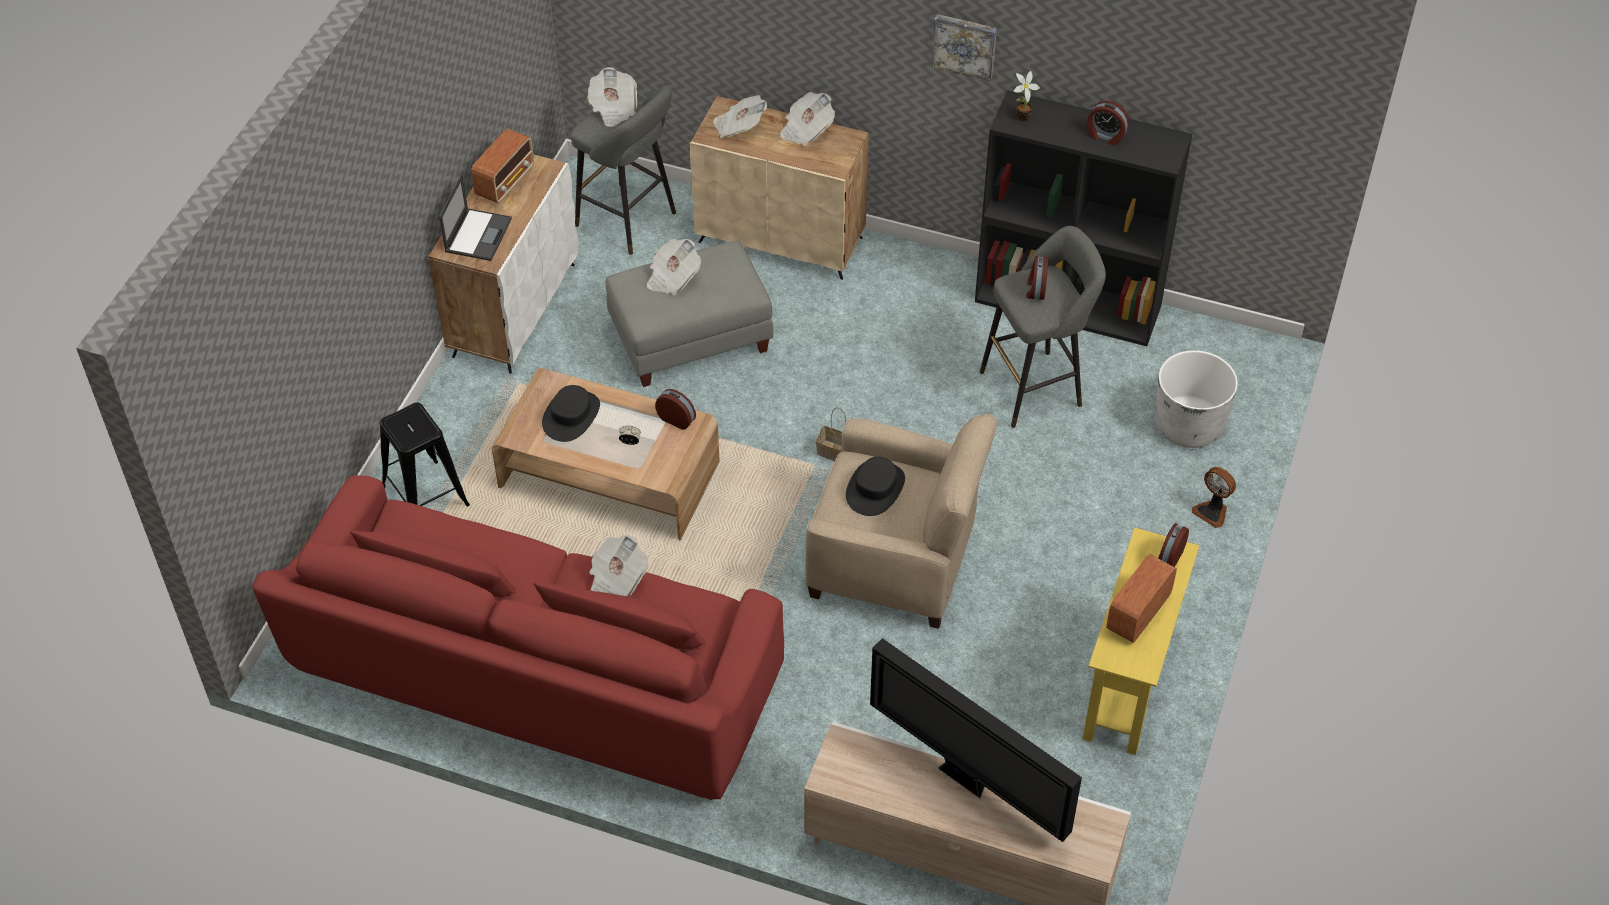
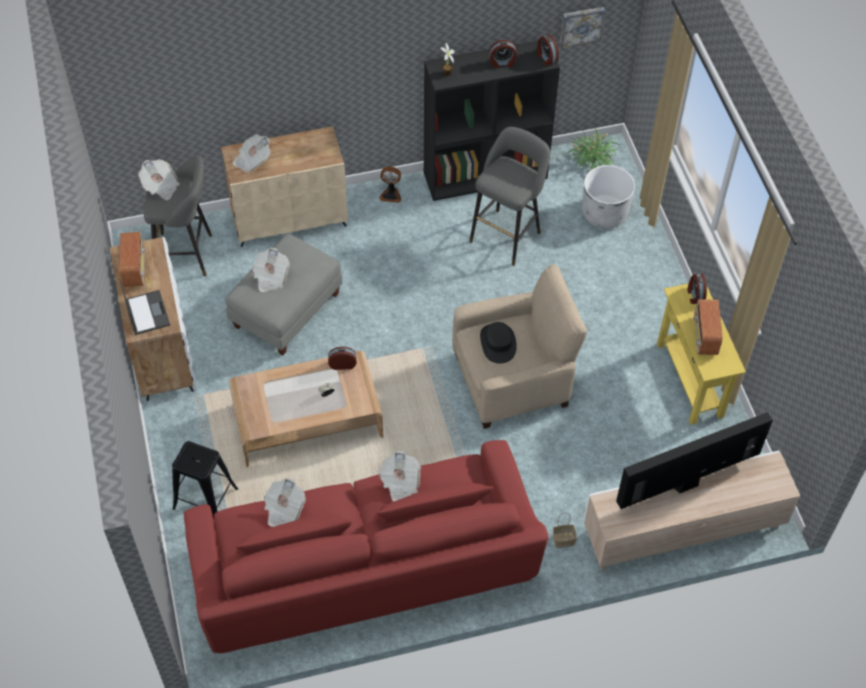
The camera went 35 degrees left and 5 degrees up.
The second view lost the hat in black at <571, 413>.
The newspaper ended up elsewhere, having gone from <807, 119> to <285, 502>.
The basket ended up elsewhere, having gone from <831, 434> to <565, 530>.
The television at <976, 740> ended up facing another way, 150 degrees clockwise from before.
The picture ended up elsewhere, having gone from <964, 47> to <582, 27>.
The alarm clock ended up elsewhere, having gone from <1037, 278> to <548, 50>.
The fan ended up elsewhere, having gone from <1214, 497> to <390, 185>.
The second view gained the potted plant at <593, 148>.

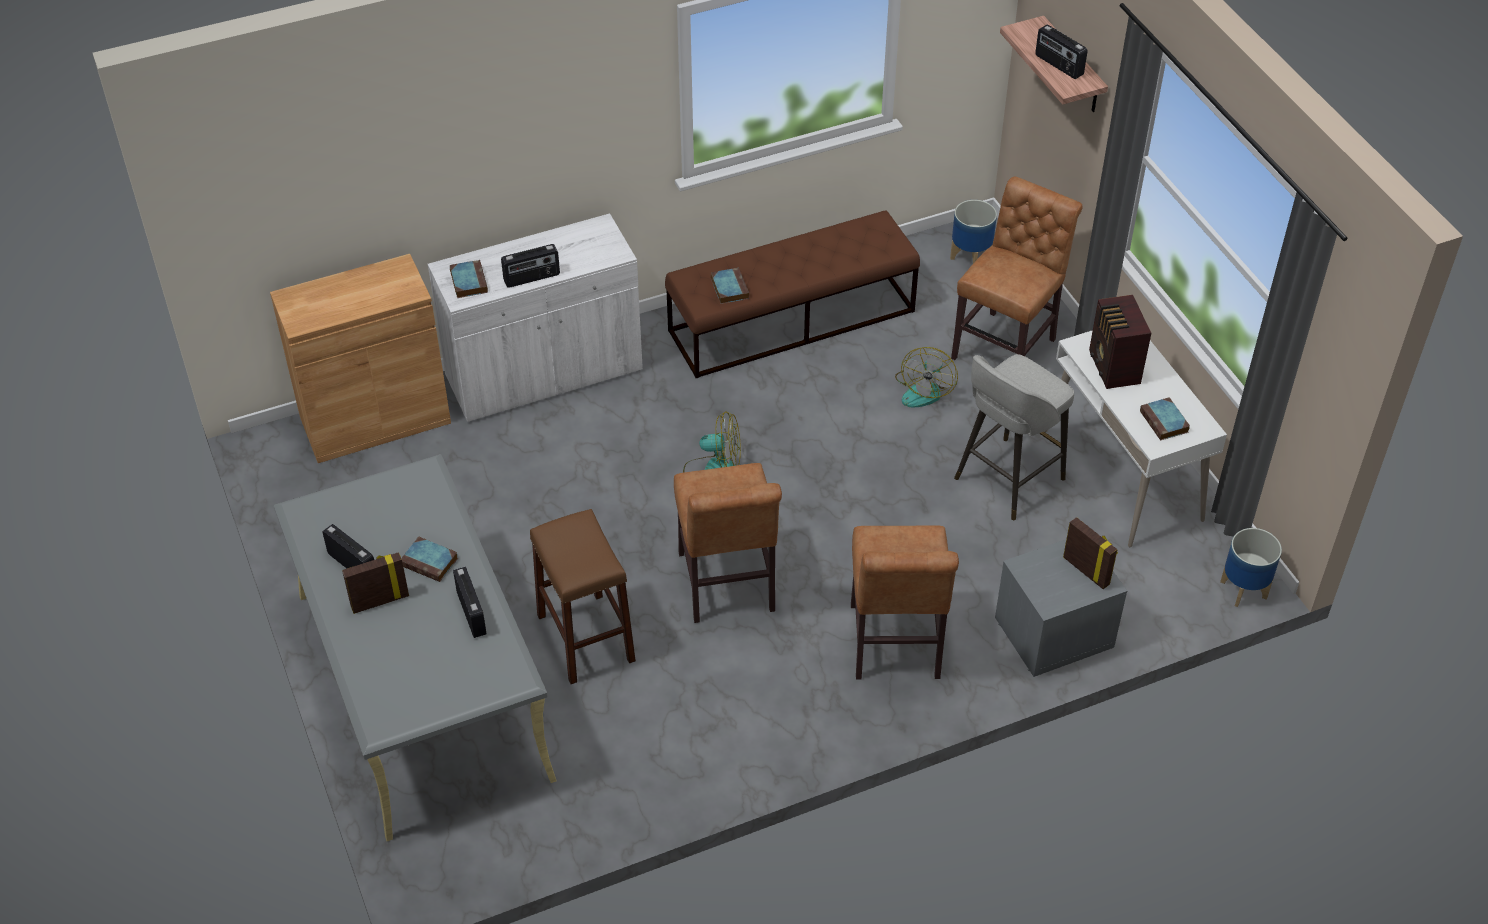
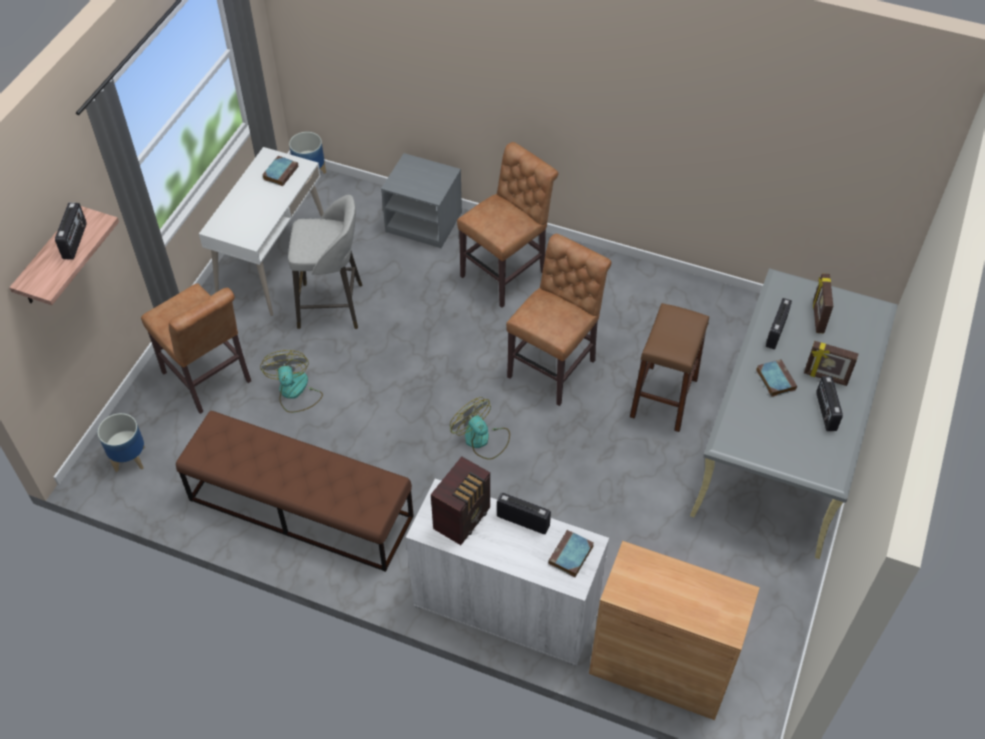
The camera went 135 degrees left and 5 degrees up.
The second view lost the book at <730, 285>.
The fan at <926, 377> ended up facing another way, 75 degrees counterclockwise from before.
The chair in brown at <1017, 268> ended up facing another way, 120 degrees counterclockwise from before.
The picture frame ended up elsewhere, having gone from <1090, 553> to <823, 303>.
The radio ended up elsewhere, having gone from <1120, 342> to <460, 500>.

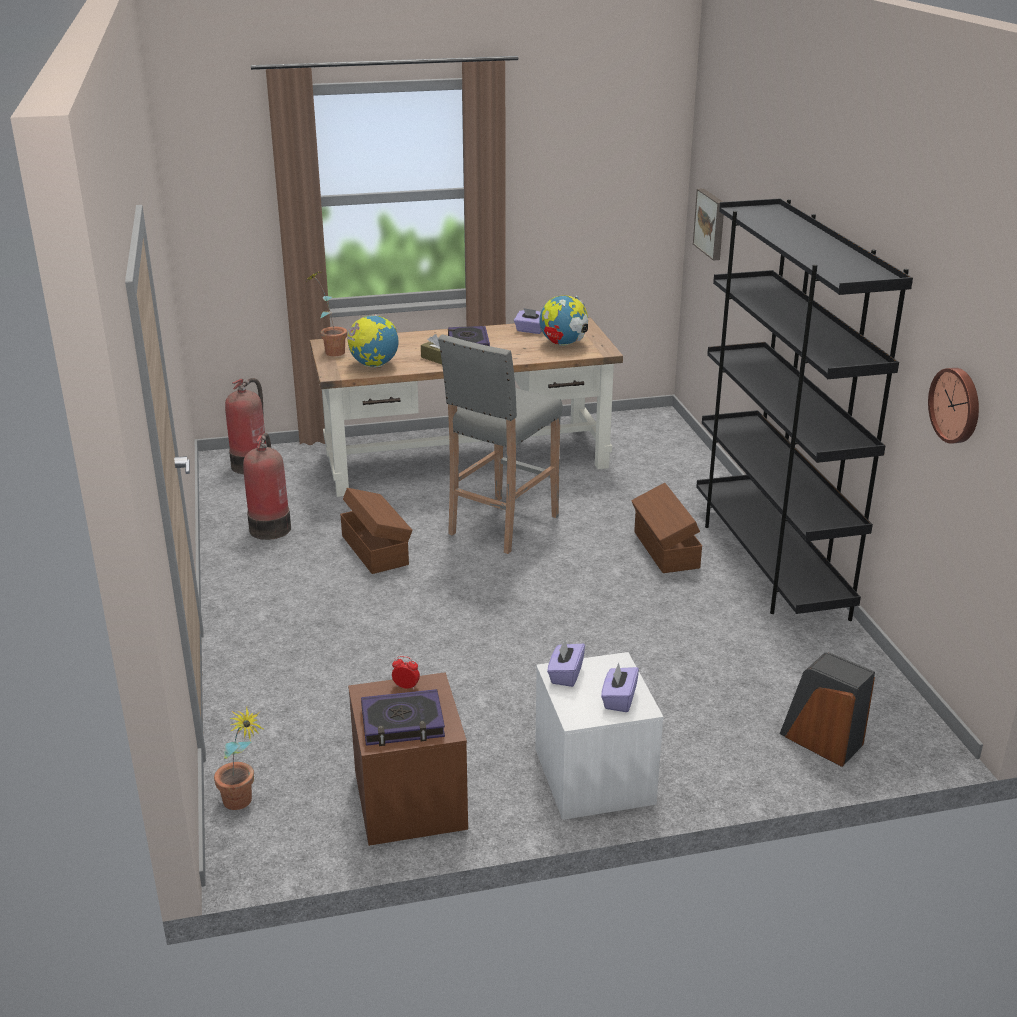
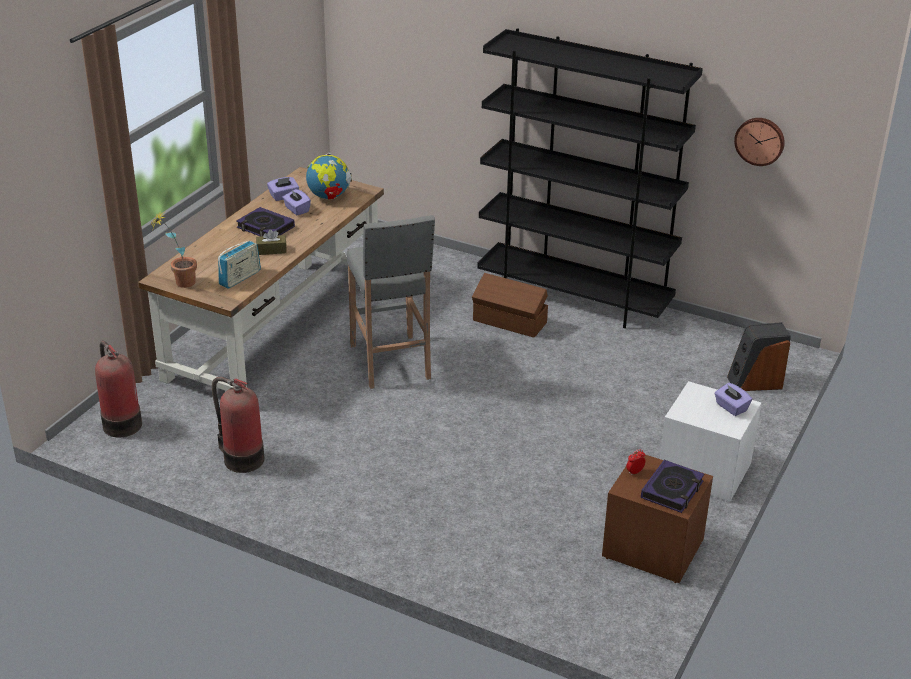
The camera went 50 degrees left and 5 degrees up.
The second view lost the potted plant at <238, 758>.
The second view lost the storage box in brown at <376, 531>.
Where the globe stood at <373, 341>, the radio came to stand at <239, 265>.
The tissue box in purple ended up elsewhere, having gone from <566, 663> to <296, 202>.
The second view lost the picture at <708, 224>.

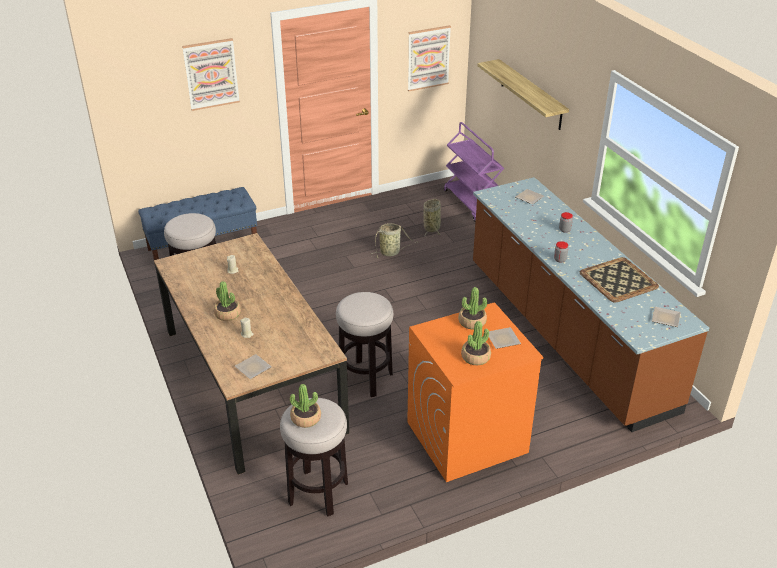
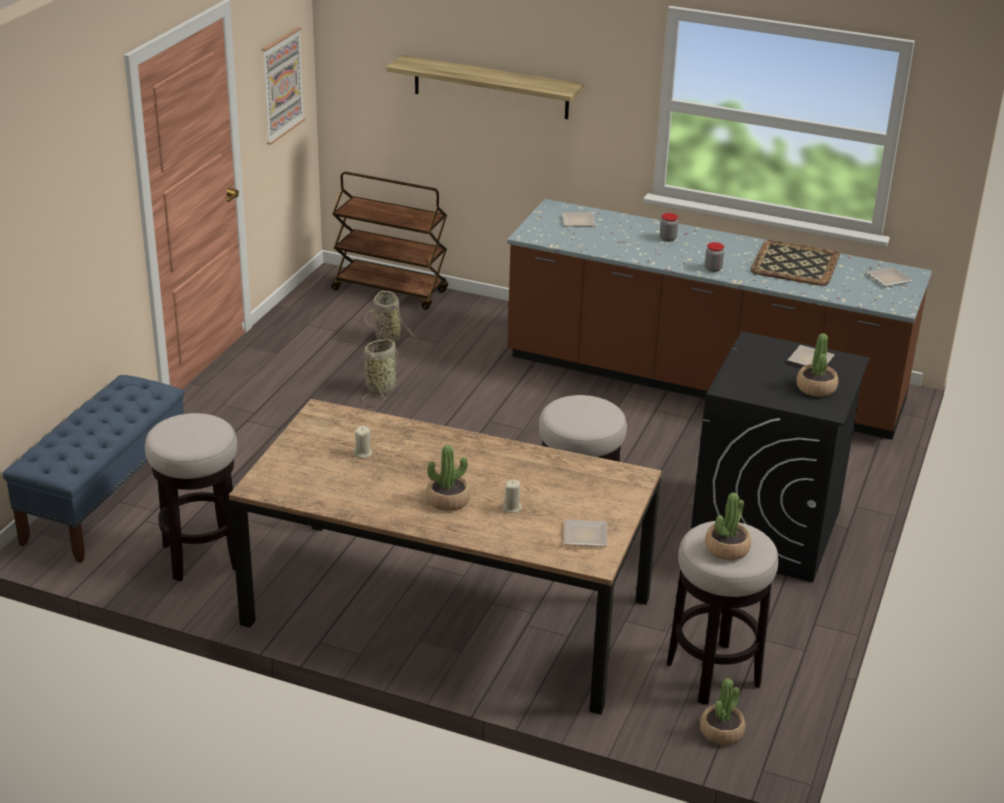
The camera went 45 degrees left and 5 degrees down.
The second view lost the picture at <211, 74>.
What was the washing machine in orange at <475, 392> turned into the washing machine in black at <780, 456>.
What was the cart in purple at <474, 172> turned into the cart in brown at <389, 241>.
The potted plant ended up elsewhere, having gone from <472, 308> to <722, 712>.

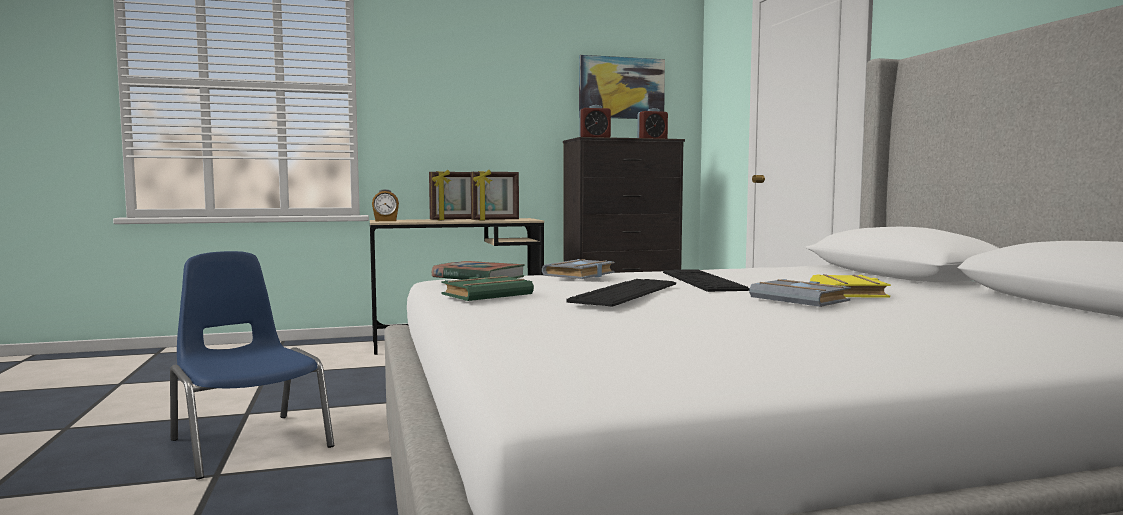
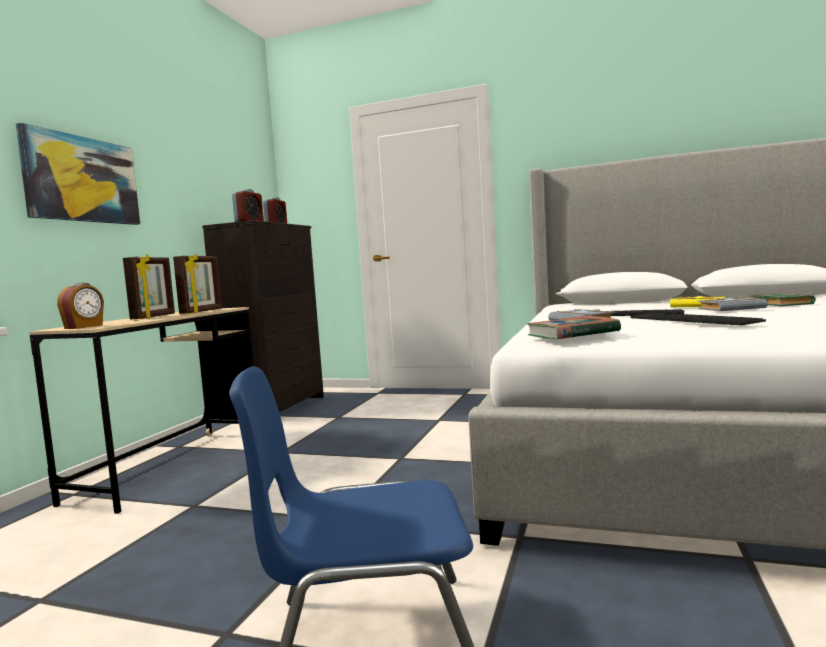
The camera went 55 degrees left and 0 degrees up.
The book in green ended up elsewhere, having gone from <487, 288> to <782, 299>.
The picture ended up elsewhere, having gone from <622, 87> to <78, 174>.

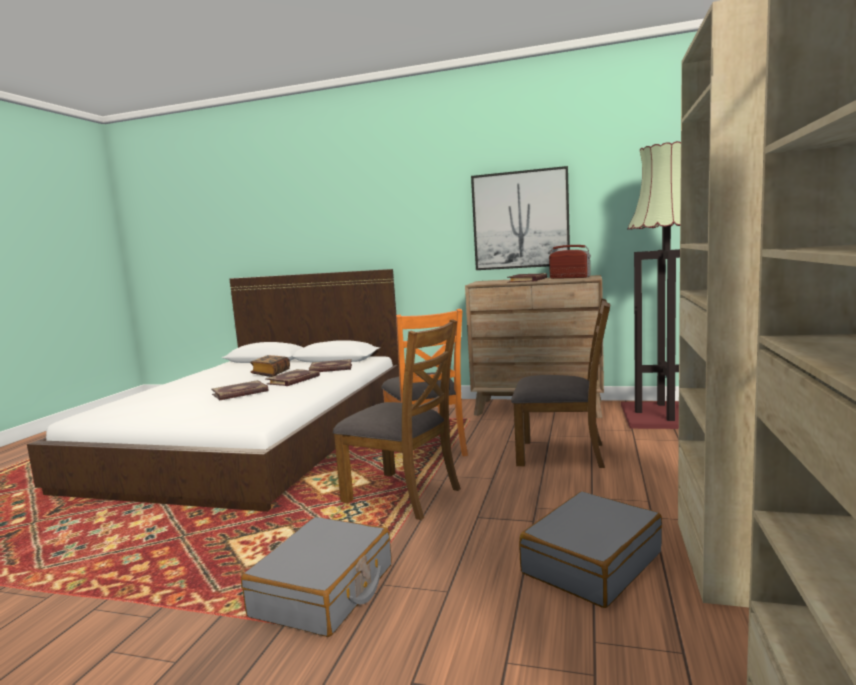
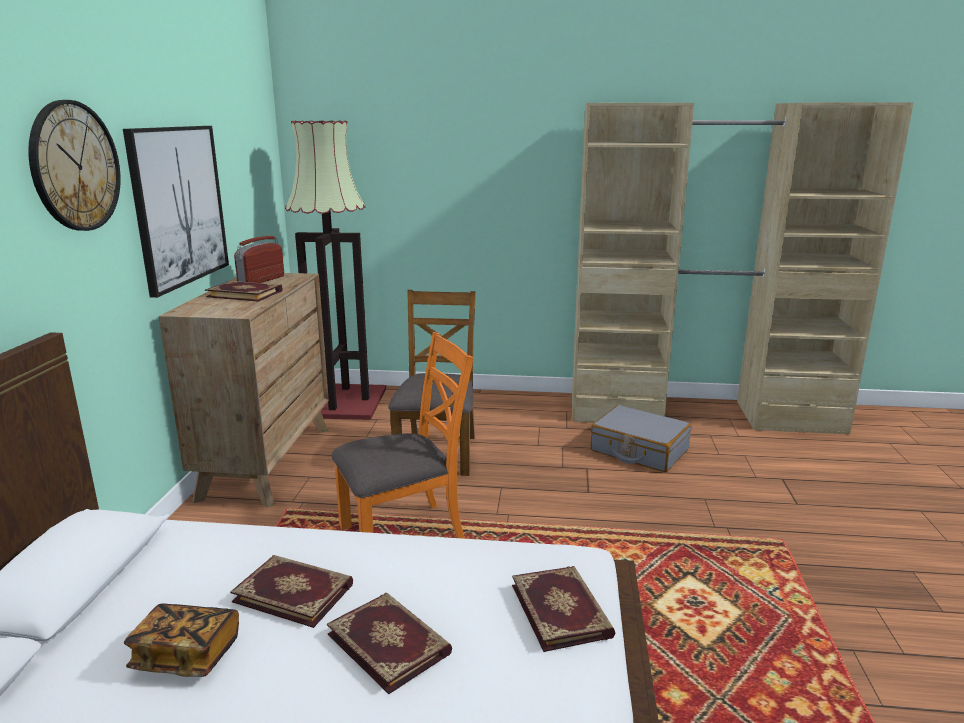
The camera went 100 degrees left and 10 degrees up.
The second view lost the suitcase in grey at <316, 577>.
The book ended up elsewhere, having gone from <330, 365> to <563, 609>.
The second view lost the chair in brown at <397, 419>.
The second view gained the wall clock at <74, 165>.

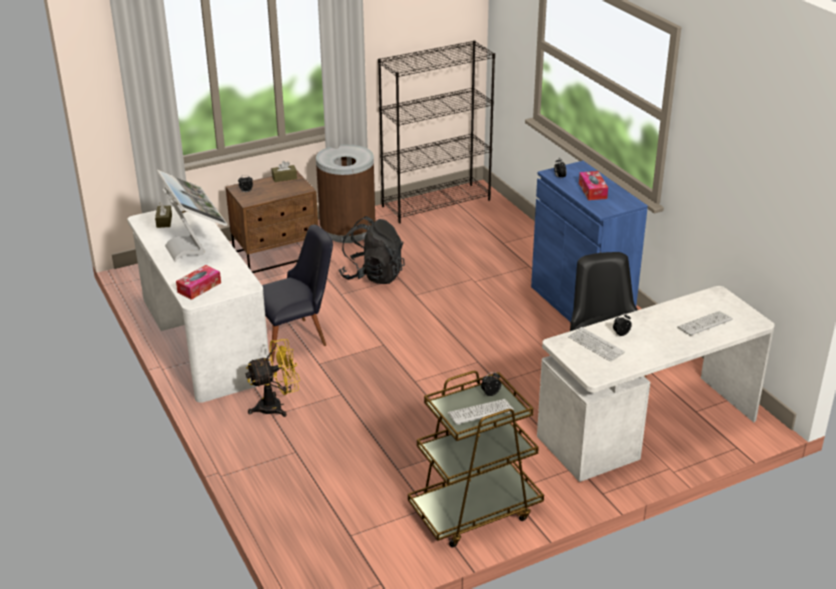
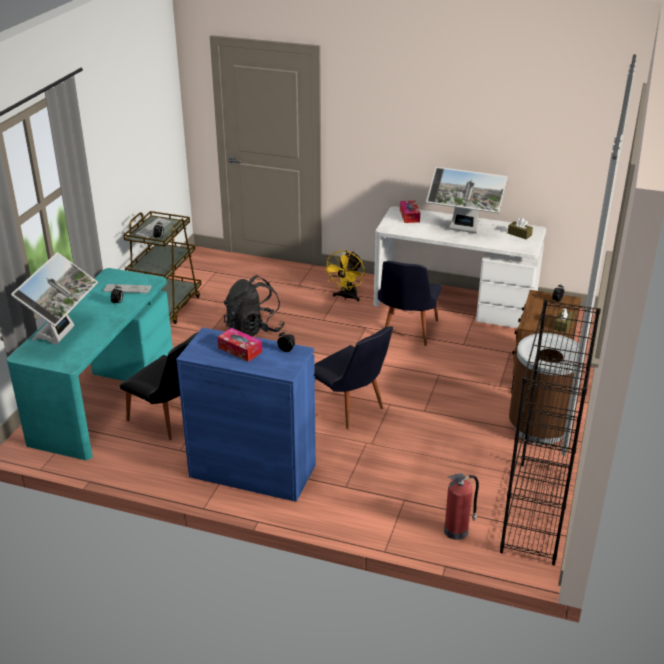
The camera went 135 degrees right and 0 degrees up.
The backpack in black ended up elsewhere, having gone from <372, 250> to <254, 306>.
What was the desk in white at <656, 384> turned into the desk in turquoise at <90, 364>.
Where the keyboard stood at <705, 323>, the monitor came to stand at <54, 298>.
The second view gained the chair in black at <353, 377>.
The second view gained the fire extinguisher at <461, 506>.

